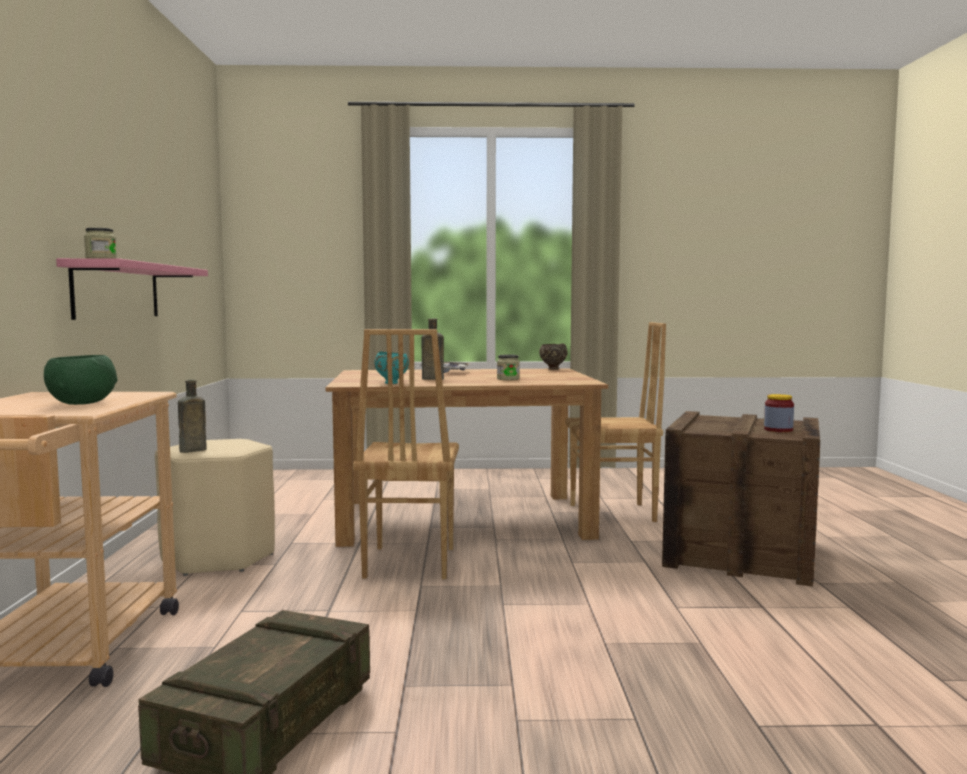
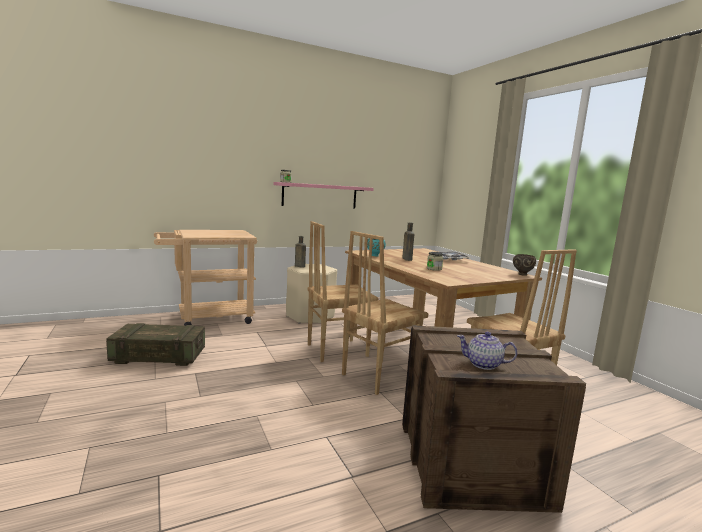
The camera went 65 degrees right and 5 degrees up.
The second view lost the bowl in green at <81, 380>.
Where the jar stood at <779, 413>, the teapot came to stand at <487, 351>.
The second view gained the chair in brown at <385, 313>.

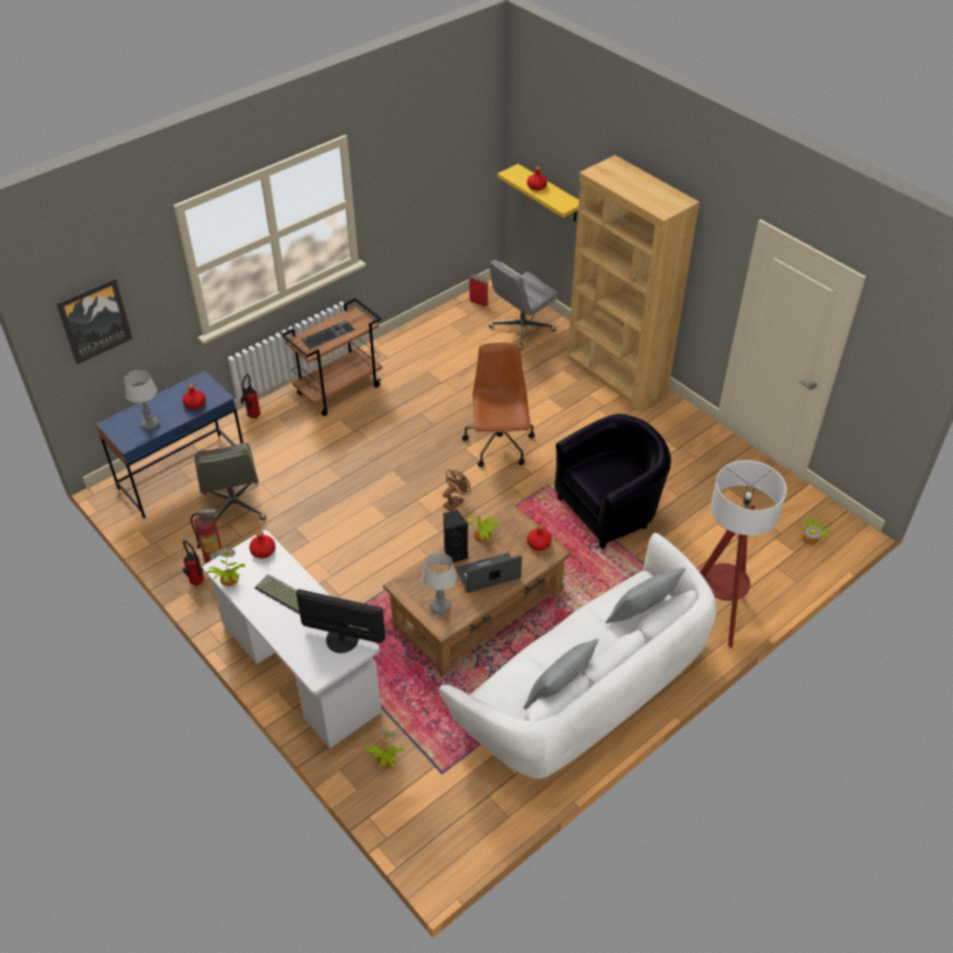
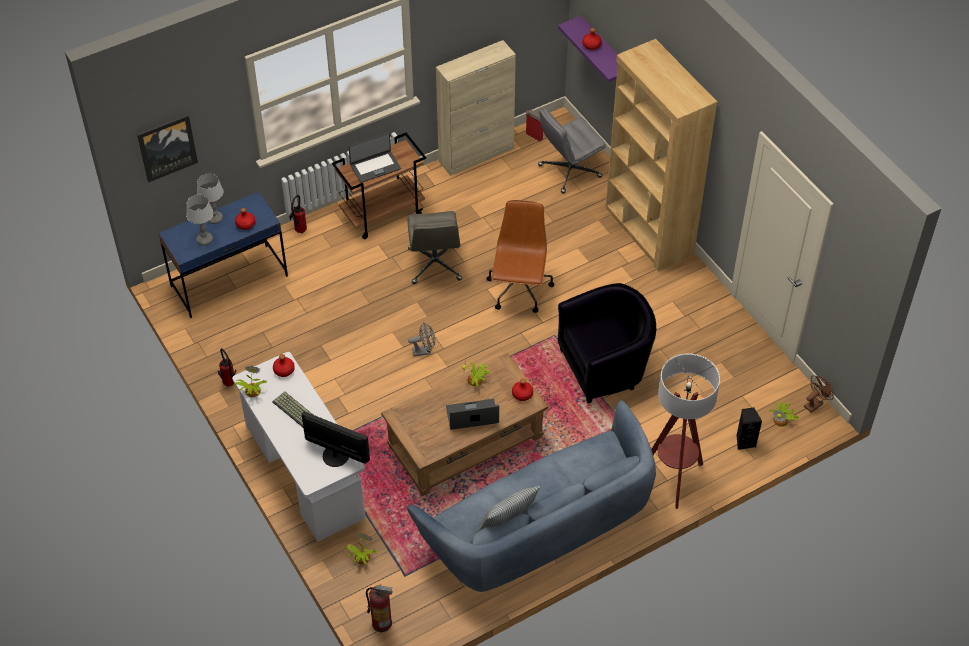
The camera went 10 degrees right and 5 degrees up.
The fire extinguisher ended up elsewhere, having gone from <206, 536> to <379, 608>.
The office chair in grey ended up elsewhere, having gone from <230, 482> to <434, 247>.
Where the keyboard stood at <328, 334>, the laptop came to stand at <374, 157>.
The table lamp ended up elsewhere, having gone from <439, 584> to <210, 198>.
What was the sofa in white at <578, 656> turned into the sofa in blue at <531, 496>.
The fan in brown ended up elsewhere, having gone from <457, 490> to <818, 394>.
The speaker in black ended up elsewhere, having gone from <455, 536> to <749, 429>.
What was the shelf in yellow at <538, 193> turned into the shelf in purple at <588, 49>.
The second view lost the pillow at <646, 595>.
The second view gained the fan in grey at <421, 339>.
The second view gained the cabinet in beige at <476, 108>.

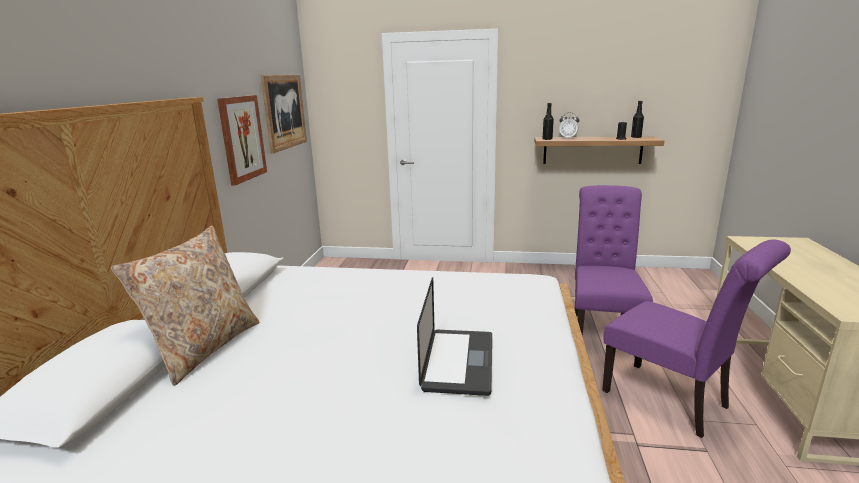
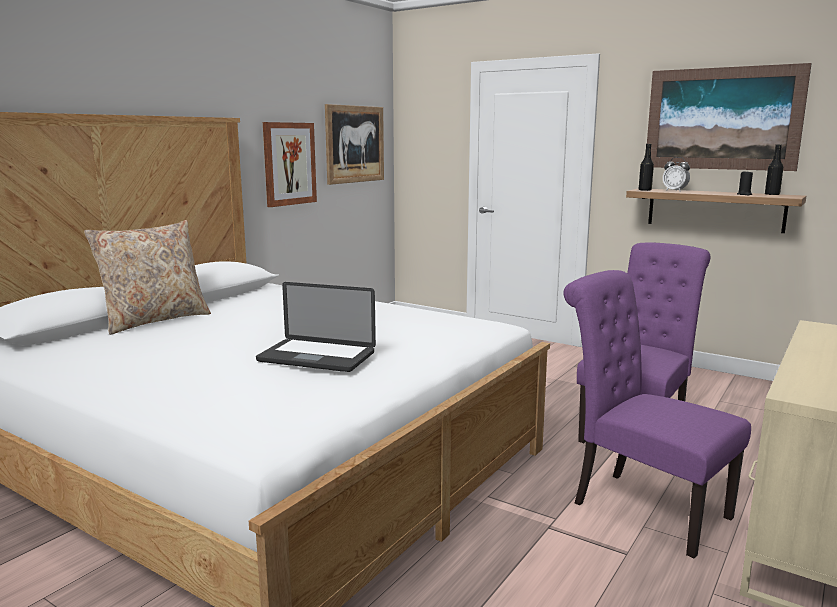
The camera went 25 degrees right and 5 degrees down.
The laptop at <454, 336> ended up facing another way, 75 degrees clockwise from before.
The chair in purple at <696, 339> ended up facing another way, 150 degrees clockwise from before.
The second view gained the picture at <729, 117>.

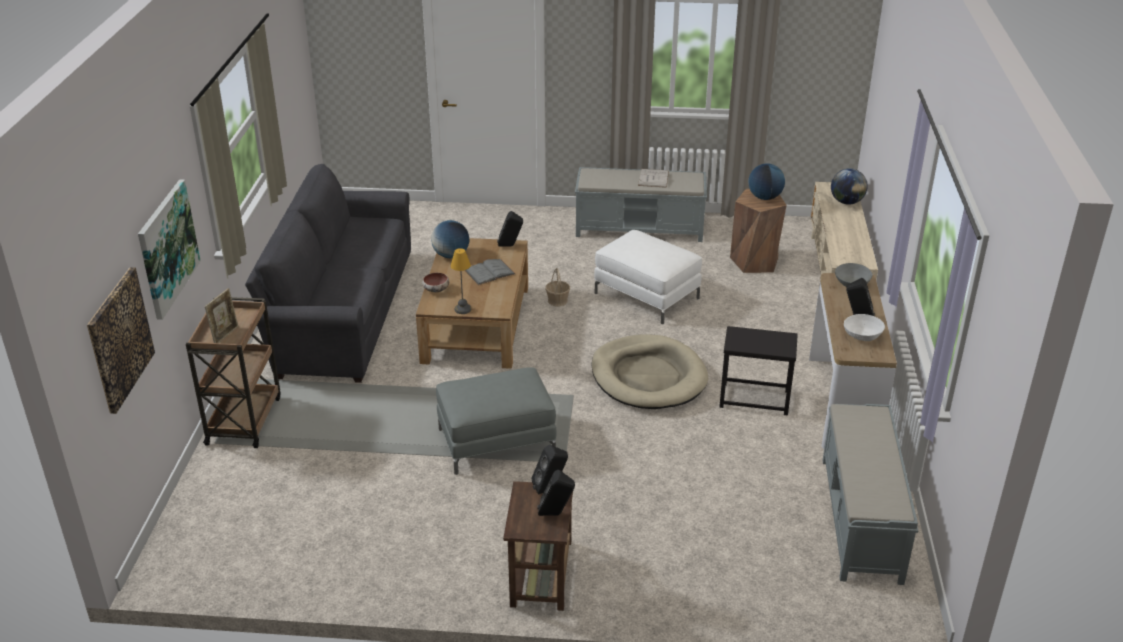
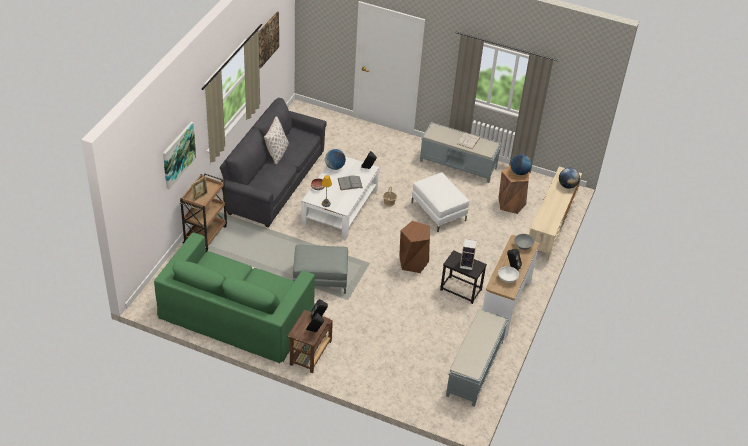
The camera went 15 degrees right and 10 degrees up.
The picture ended up elsewhere, having gone from <121, 340> to <269, 40>.
What was the coffee table in brown at <472, 303> turned into the coffee table in white at <340, 197>.
Where the dog bed in beige stood at <649, 371>, the stool in brown came to stand at <414, 247>.
The second view gained the sofa in green at <234, 297>.
The second view gained the pillow at <276, 140>.
The second view gained the speaker at <468, 254>.

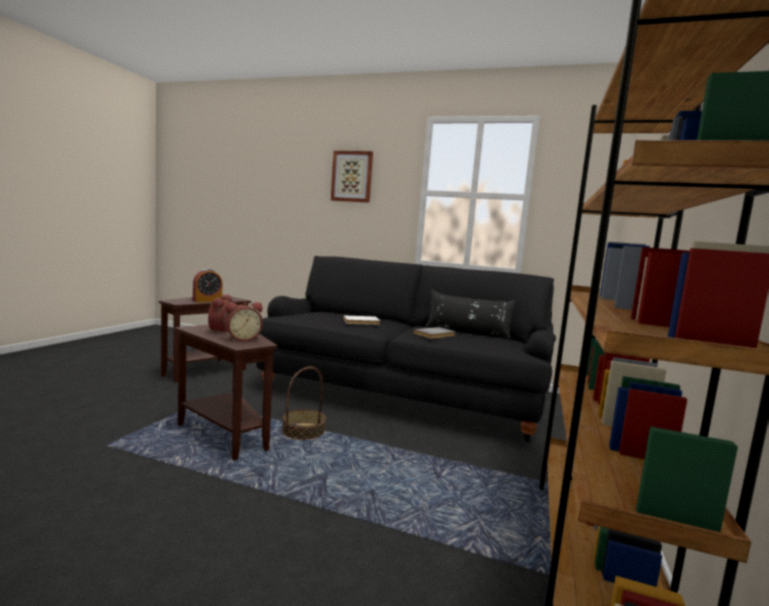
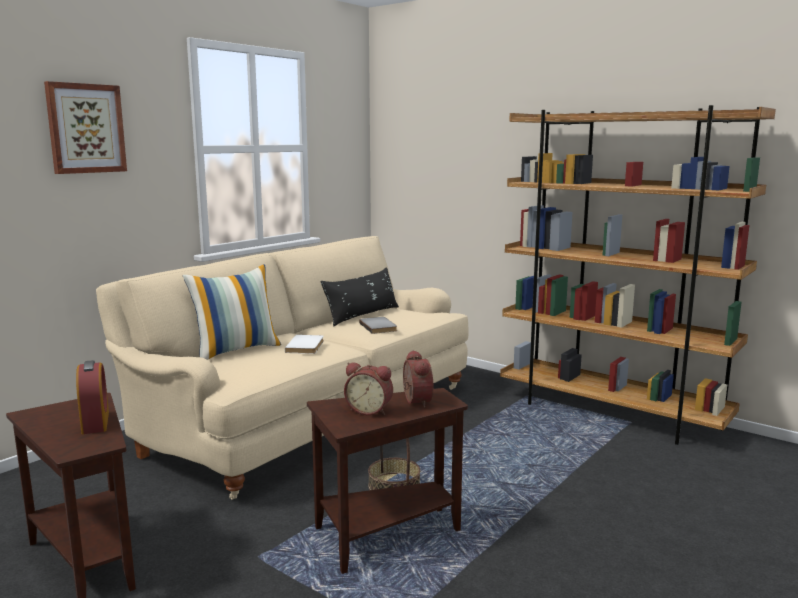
The camera went 70 degrees left and 5 degrees up.
What was the sofa in black at <406, 349> turned into the sofa in beige at <282, 368>.
The second view gained the pillow at <232, 312>.

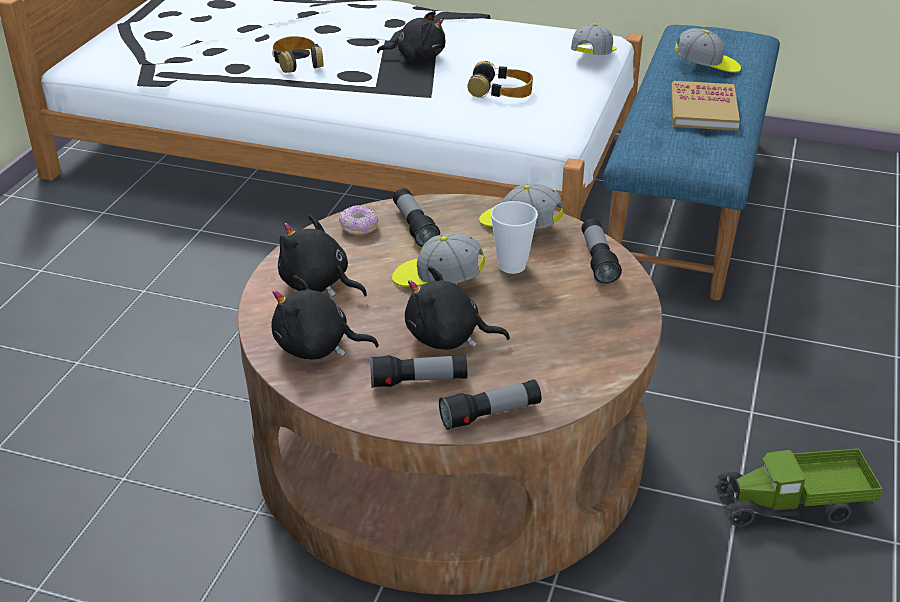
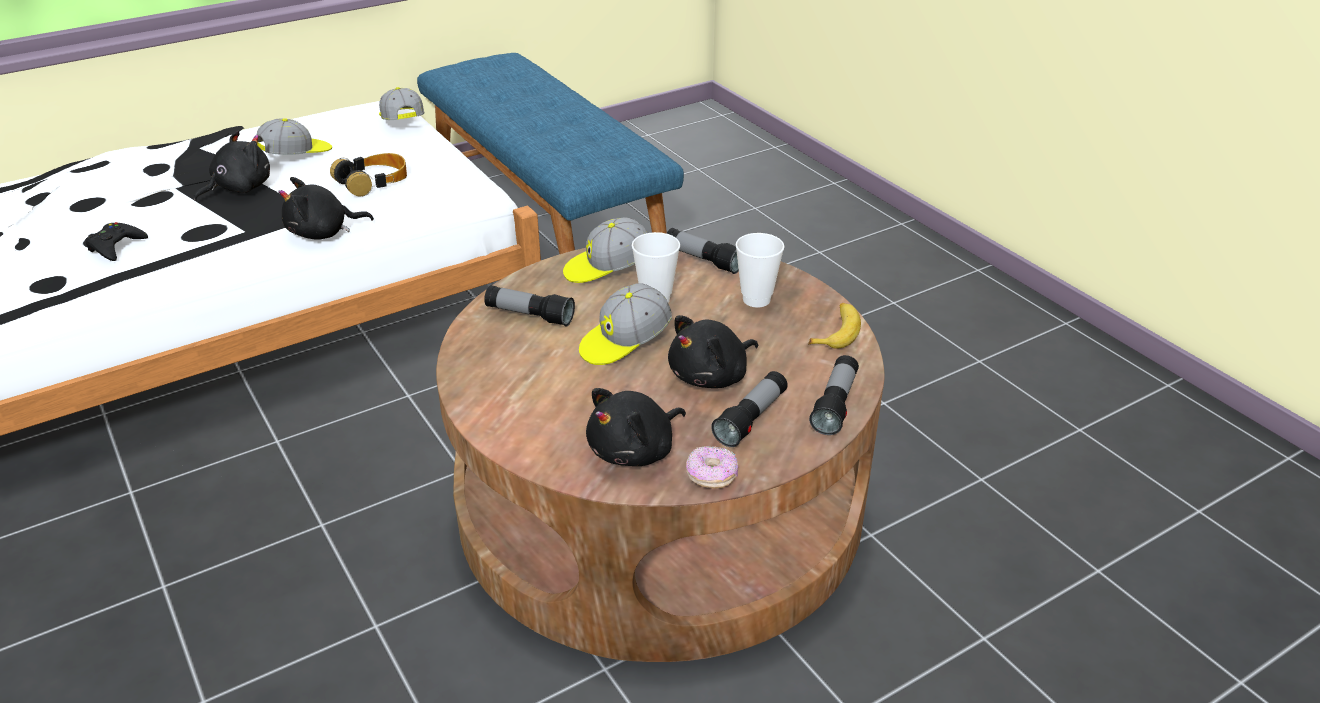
The camera went 50 degrees left and 0 degrees up.
Where the headphones stood at <297, 54>, the game controller in black came to stand at <116, 241>.
The plush toy in black ended up elsewhere, having gone from <322, 255> to <326, 208>.
The donut ended up elsewhere, having gone from <358, 220> to <712, 467>.
The second view lost the book at <705, 106>.
The cap ended up elsewhere, having gone from <708, 50> to <294, 136>.
The second view lost the toy truck at <798, 487>.
The second view gained the cup at <760, 270>.
The second view gained the banana at <834, 326>.

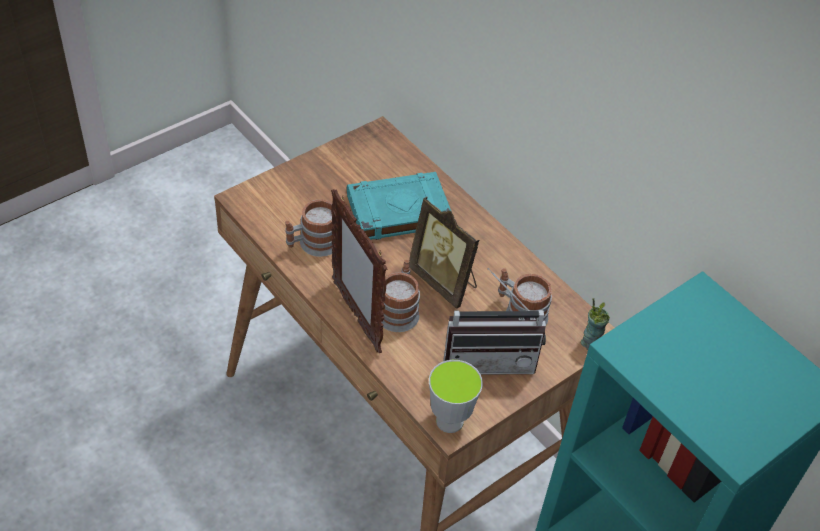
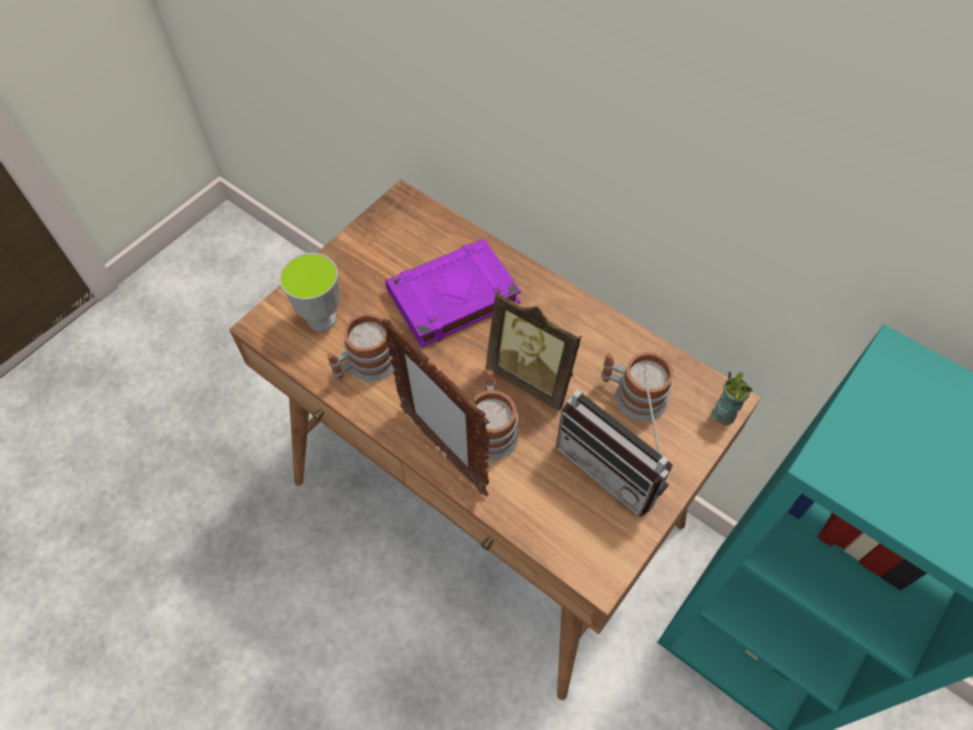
The camera went 10 degrees left and 10 degrees up.
What was the book in turquoise at <399, 206> turned into the book in purple at <453, 293>.
The cup ended up elsewhere, having gone from <456, 396> to <309, 292>.
The radio at <494, 321> ended up facing another way, 60 degrees clockwise from before.

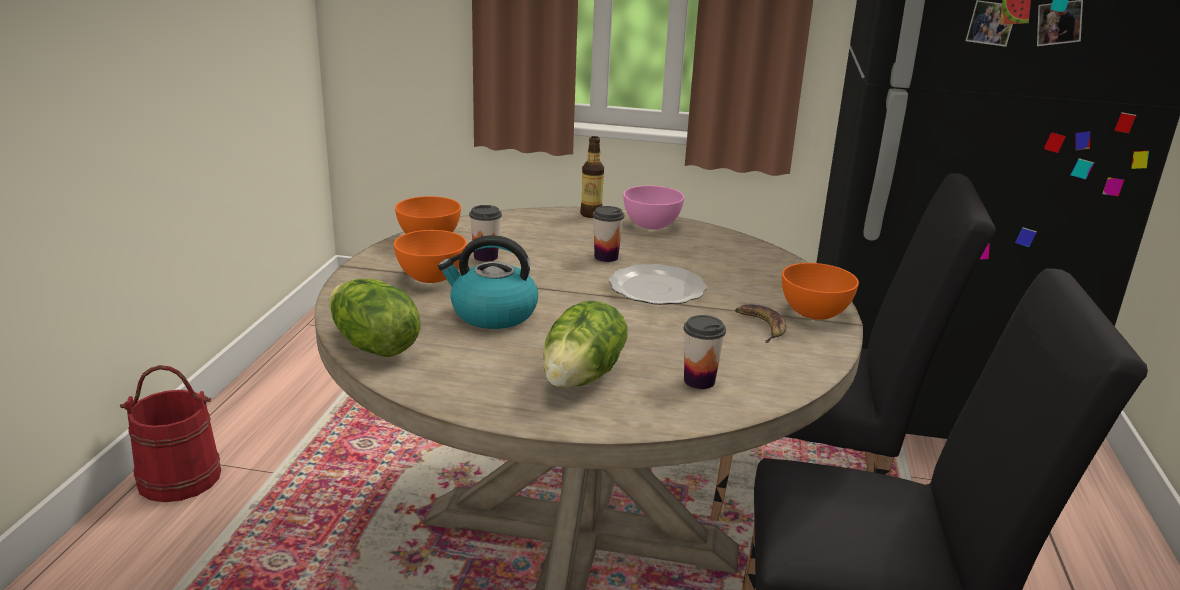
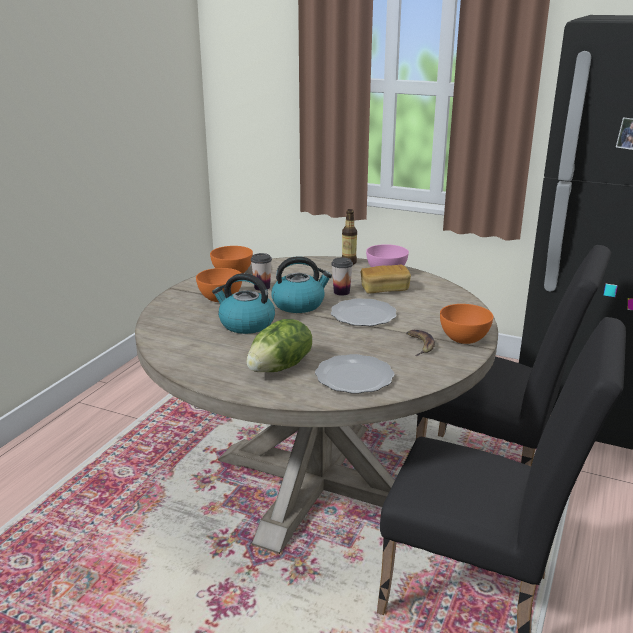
The camera went 15 degrees right and 0 degrees up.
The second view lost the bucket in red at <170, 433>.
The second view lost the lettuce at <374, 318>.
Where the cup stood at <705, 352>, the plate came to stand at <354, 374>.
The second view gained the kettle at <301, 285>.
The second view gained the bread at <386, 279>.

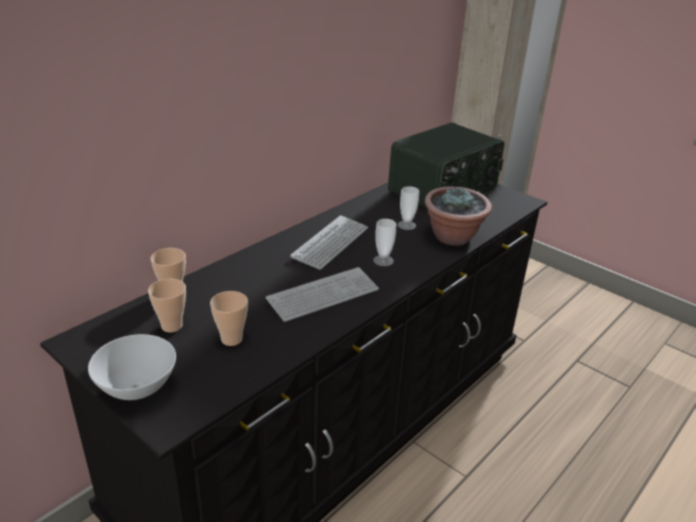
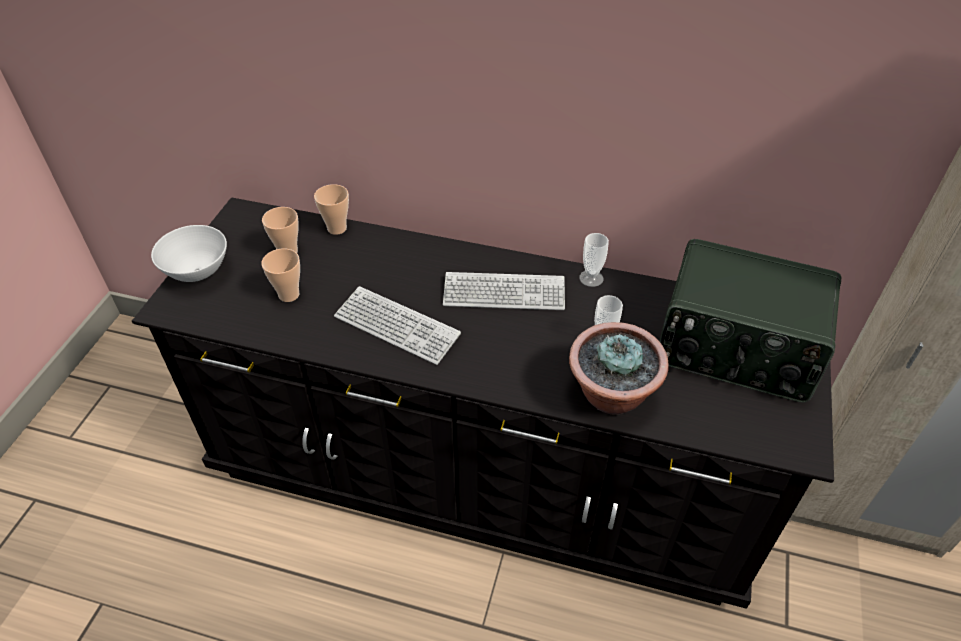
The camera went 65 degrees right and 15 degrees up.
The cup ended up elsewhere, having gone from <384, 242> to <594, 260>.

